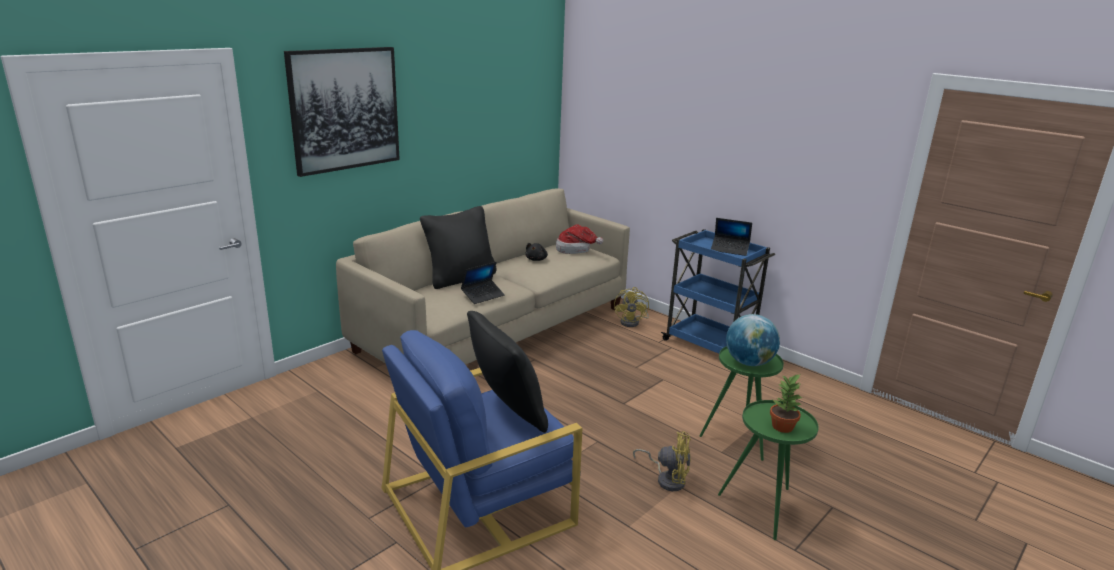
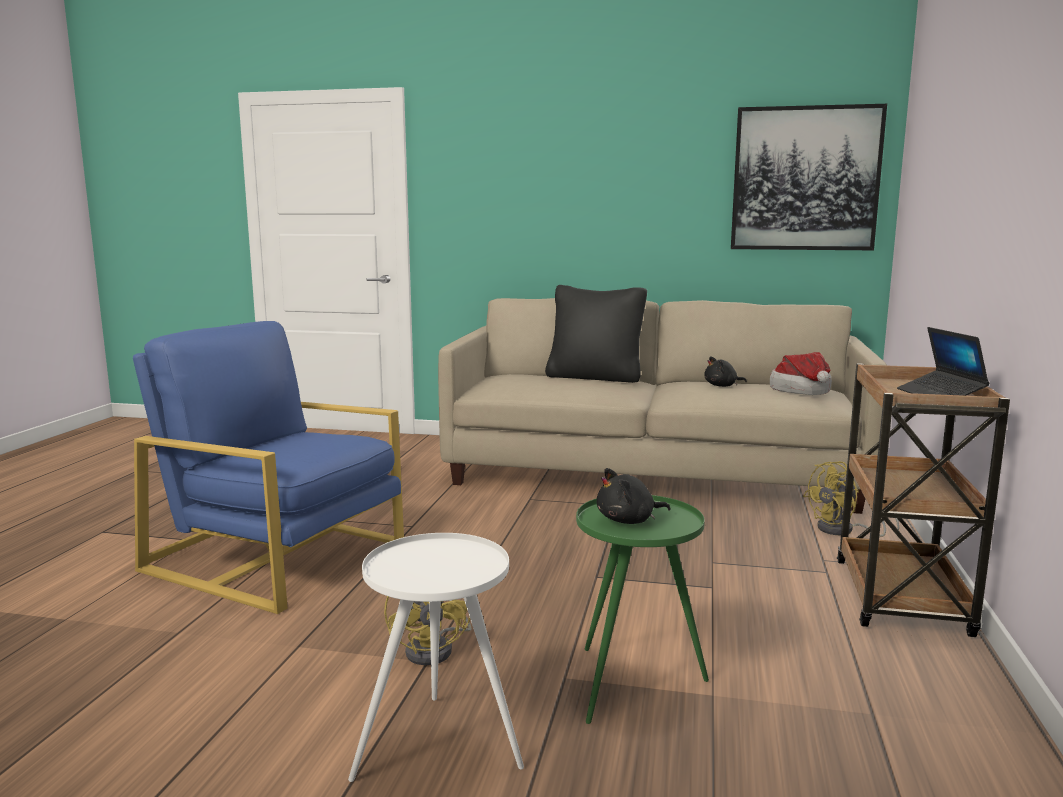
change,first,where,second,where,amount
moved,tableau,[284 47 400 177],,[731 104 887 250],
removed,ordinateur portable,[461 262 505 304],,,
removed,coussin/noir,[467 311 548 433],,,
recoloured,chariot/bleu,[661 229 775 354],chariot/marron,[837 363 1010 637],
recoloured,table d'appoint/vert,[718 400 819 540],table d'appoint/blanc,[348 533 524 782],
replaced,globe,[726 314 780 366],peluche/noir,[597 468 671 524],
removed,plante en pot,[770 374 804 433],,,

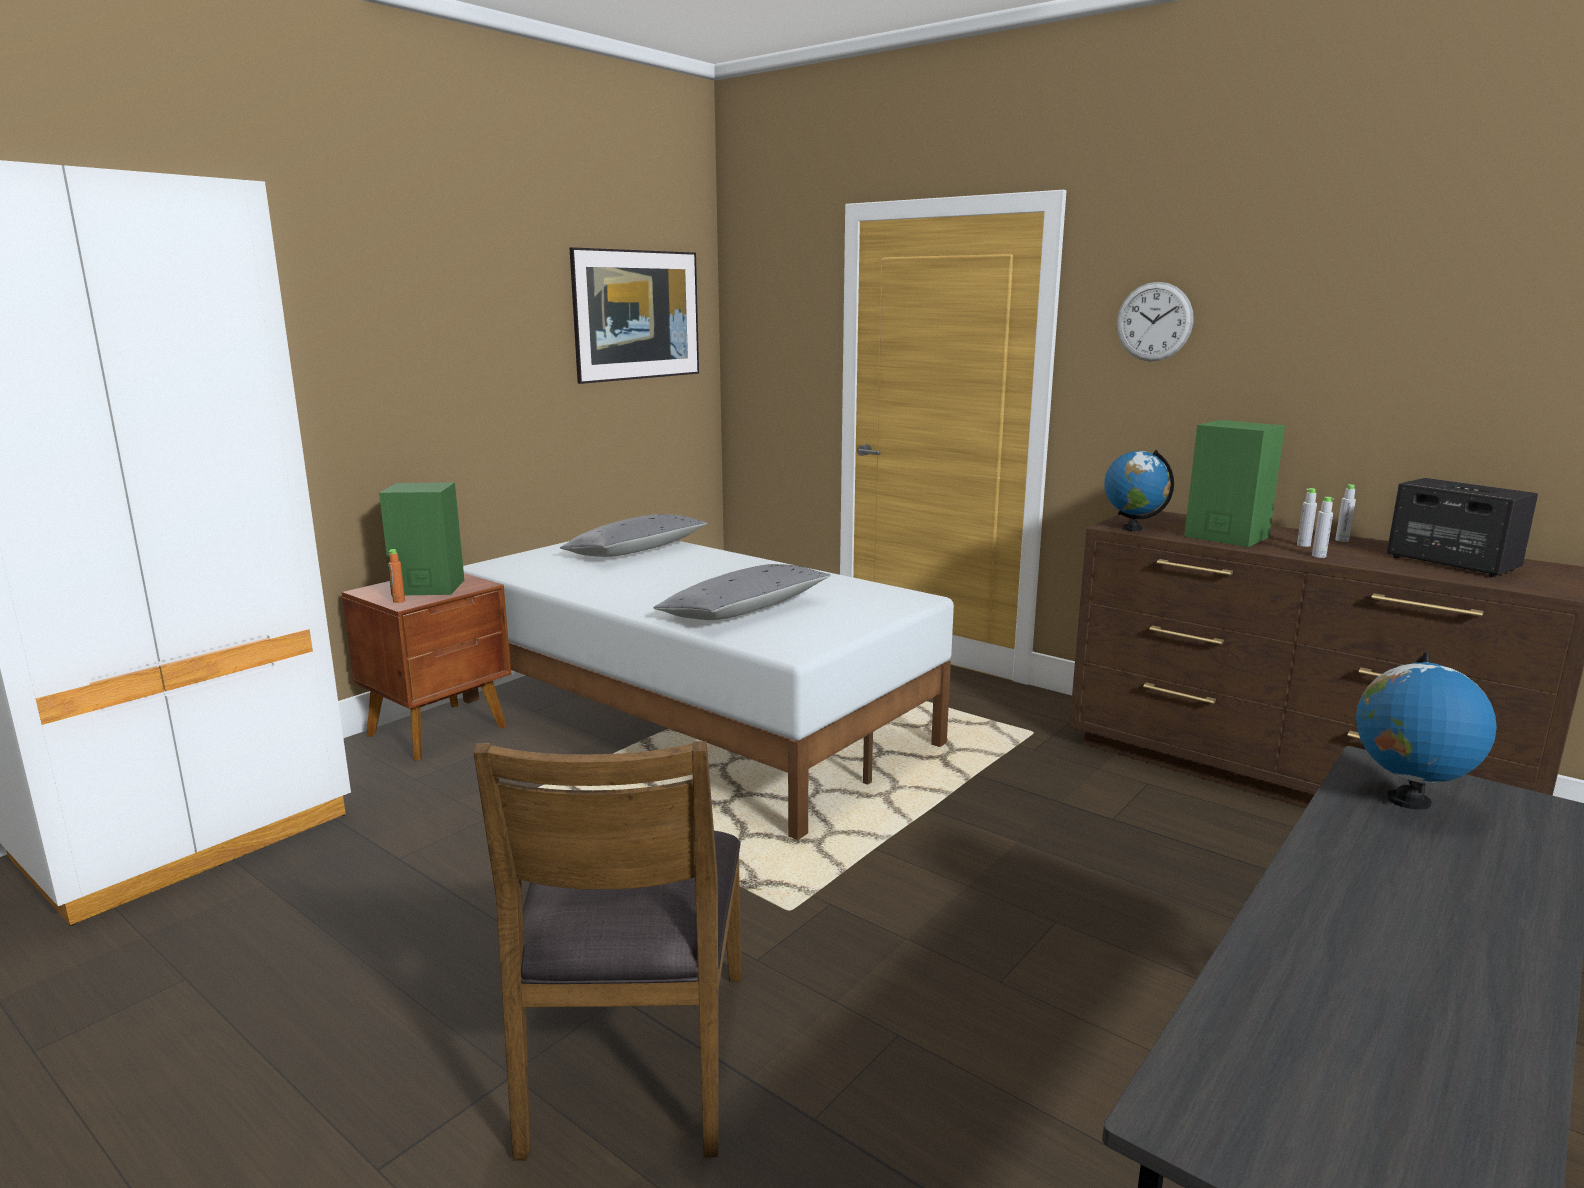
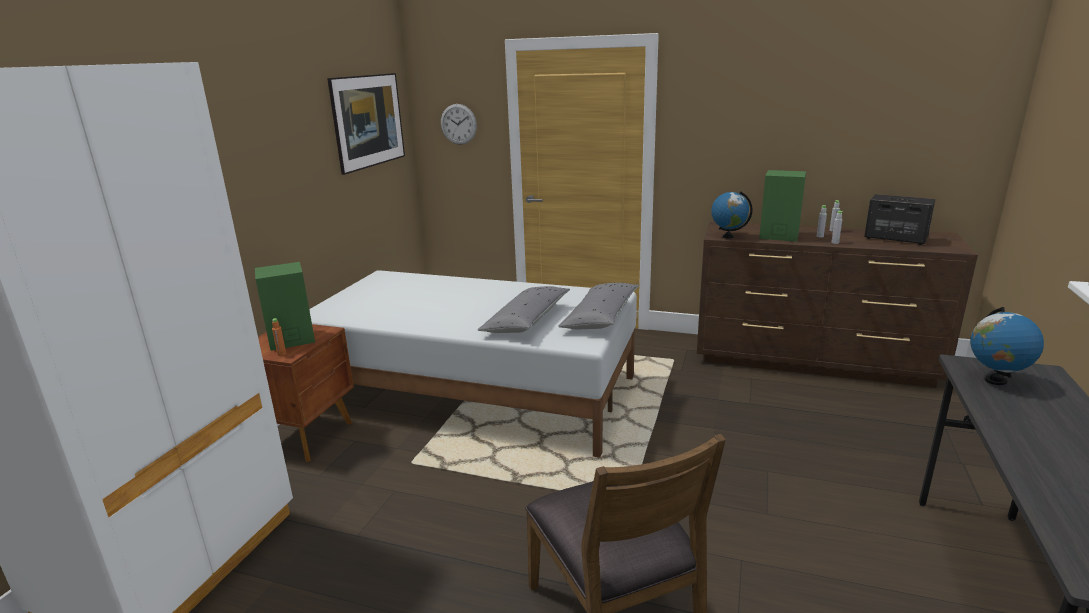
change,first,where,second,where,amount
moved,coussin/gris,[560 514 708 557],,[558 283 639 329],
moved,horloge murale,[1117 282 1194 361],,[441 104 477 145],

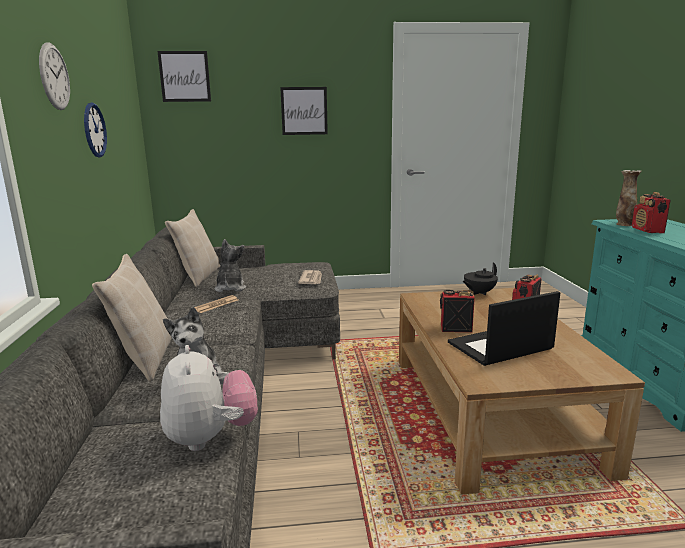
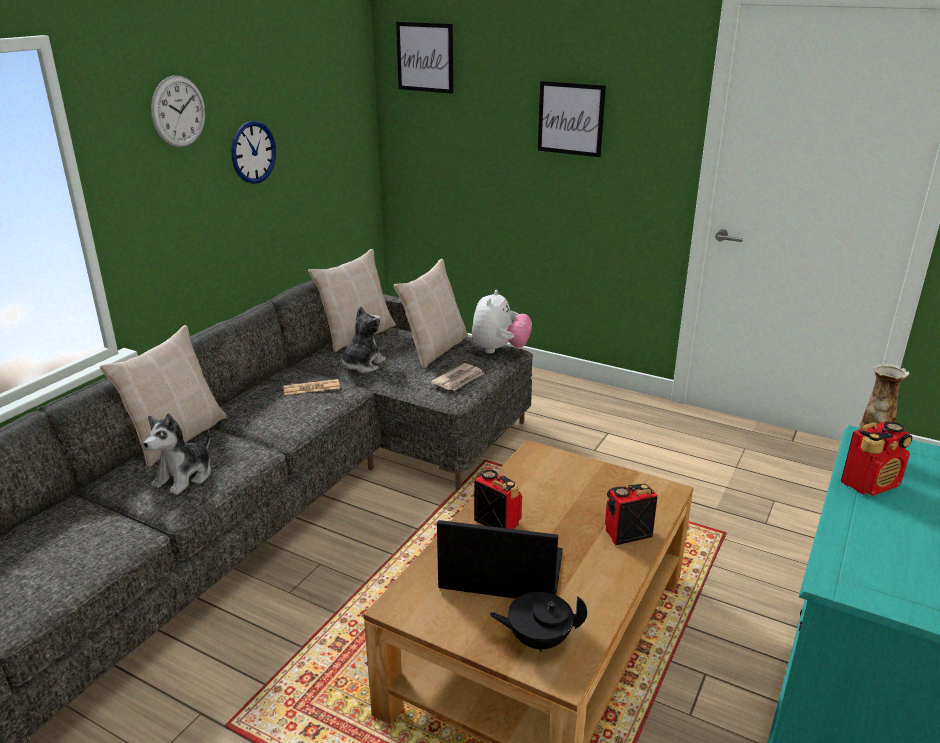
change,first,where,second,where,amount
moved,peluche,[160 345 258 451],,[472 290 532 354],
moved,théière/noir,[463 263 498 295],,[489 592 587 652],
turned,radio,[632 192 671 233],,[841 421 912 496],150 degrees counterclockwise
added,,,coussin/beige,[394 259 468 368],

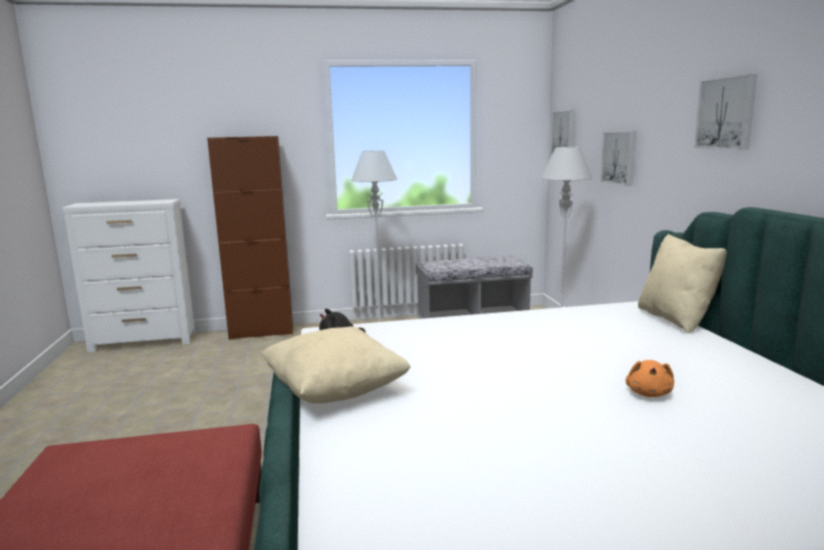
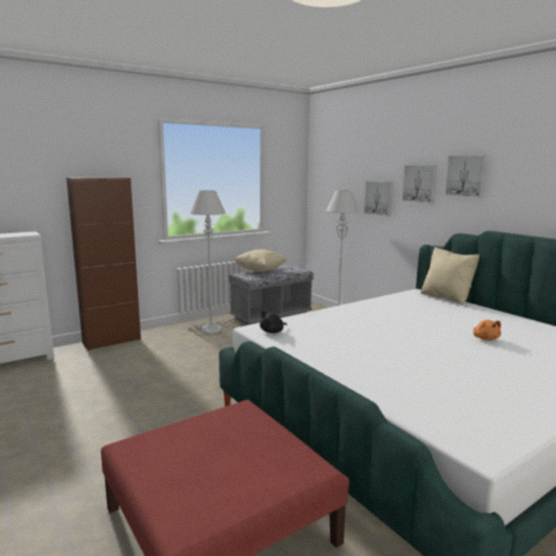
change,first,where,second,where,amount
moved,coussin/beige,[261 326 411 403],,[233 249 287 272],
moved,tableau,[550 110 575 154],,[402 165 437 204],

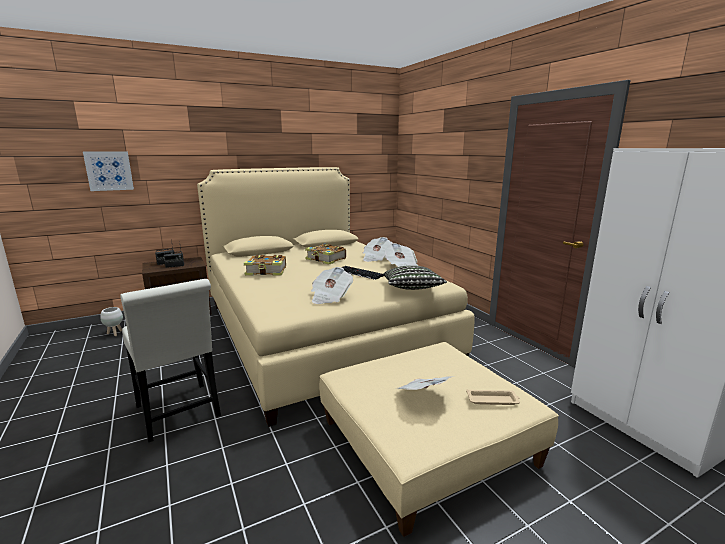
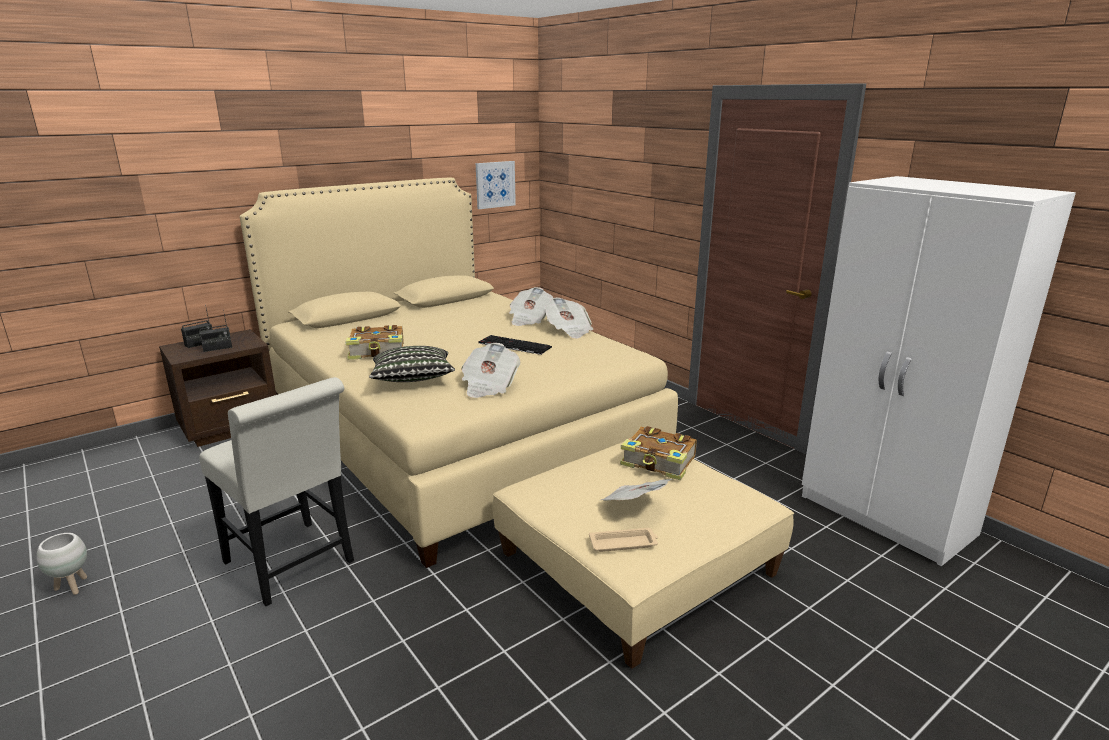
change,first,where,second,where,amount
moved,tableau,[83 151 134 191],,[476 161 516 209],
moved,cache-pot/blanc,[100 307 123 336],,[37 533 87 595],
moved,livre,[305 244 346 264],,[620 426 697 480],
moved,coussin,[384 266 447 290],,[369 346 455 382],
moved,plateau/beige,[466 389 520 405],,[589 528 658 552],

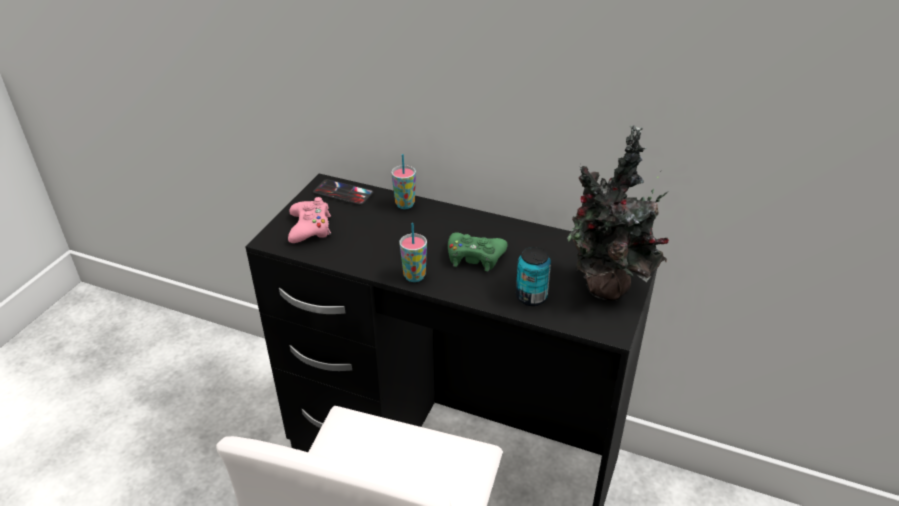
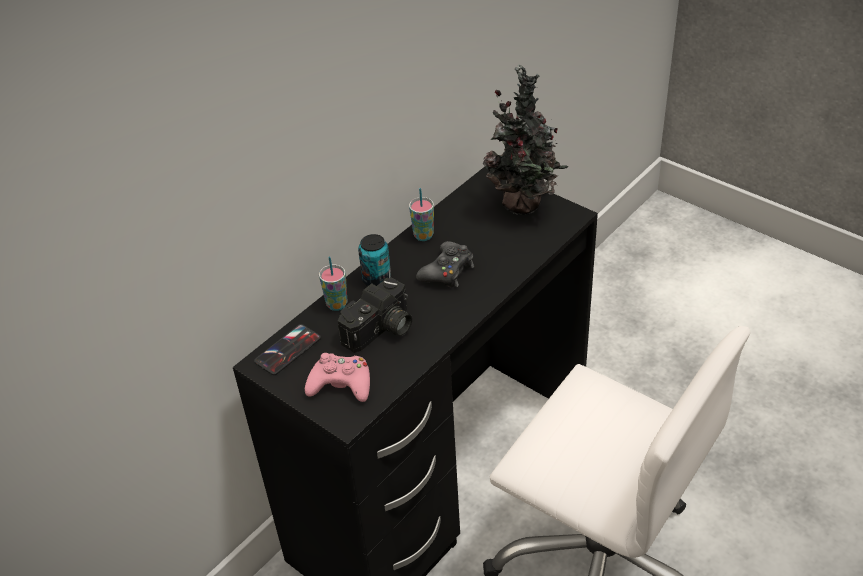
change,first,where,second,where,amount
moved,tasse,[399 223 427 282],,[409 188 434 241],
recoloured,manette/vert,[448 233 508 271],manette/noir,[416 241 474 287],
moved,boîte métallique,[516 247 551 306],,[358 234 391 286],
added,,,appareil photo,[338 277 412 353],

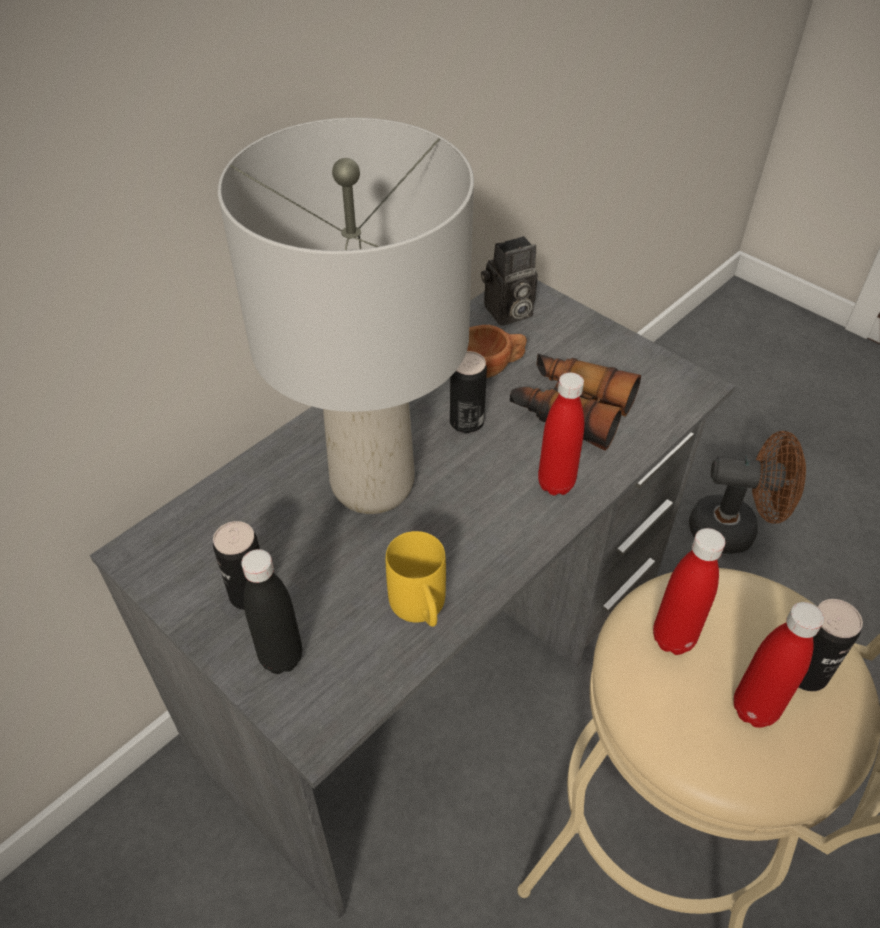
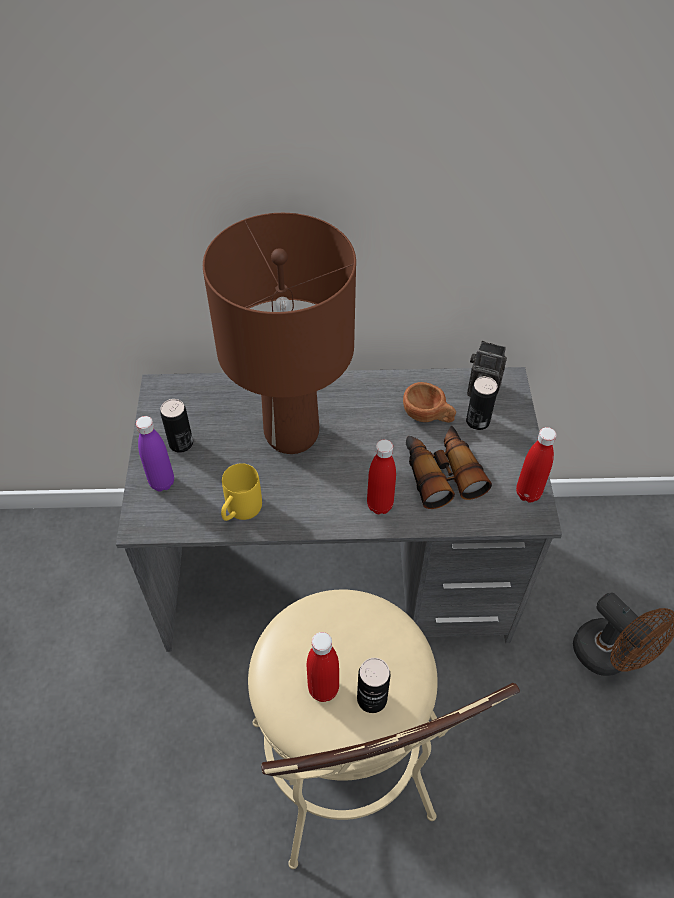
change,first,where,second,where,amount
recoloured,lampe de table/gris,[218 118 474 514],lampe de table/marron,[203 213 356 454],
recoloured,bouteille/noir,[241 549 302 674],bouteille/violet,[136 416 174 491],
moved,boîte métallique,[450 351 487 433],,[466 377 498 430],
moved,bouteille/rouge,[653 528 725 655],,[516 427 557 503],

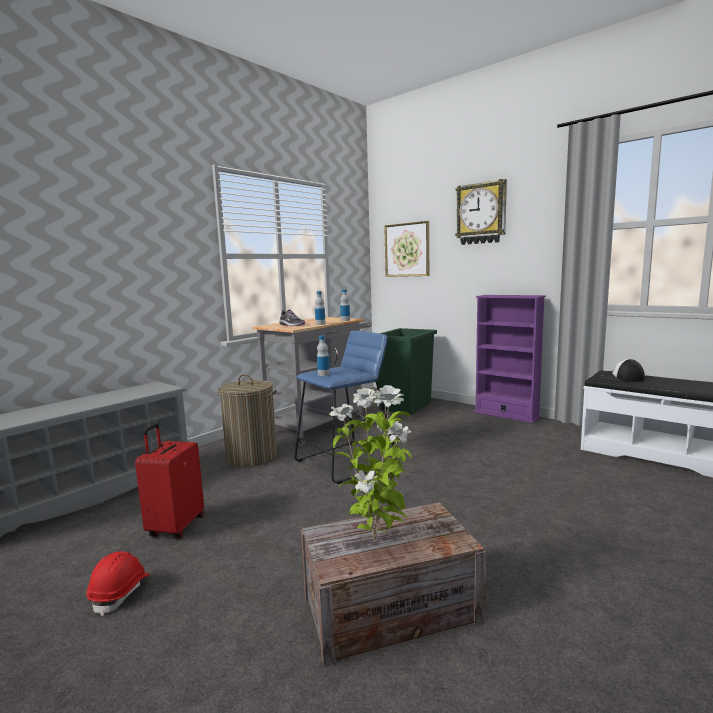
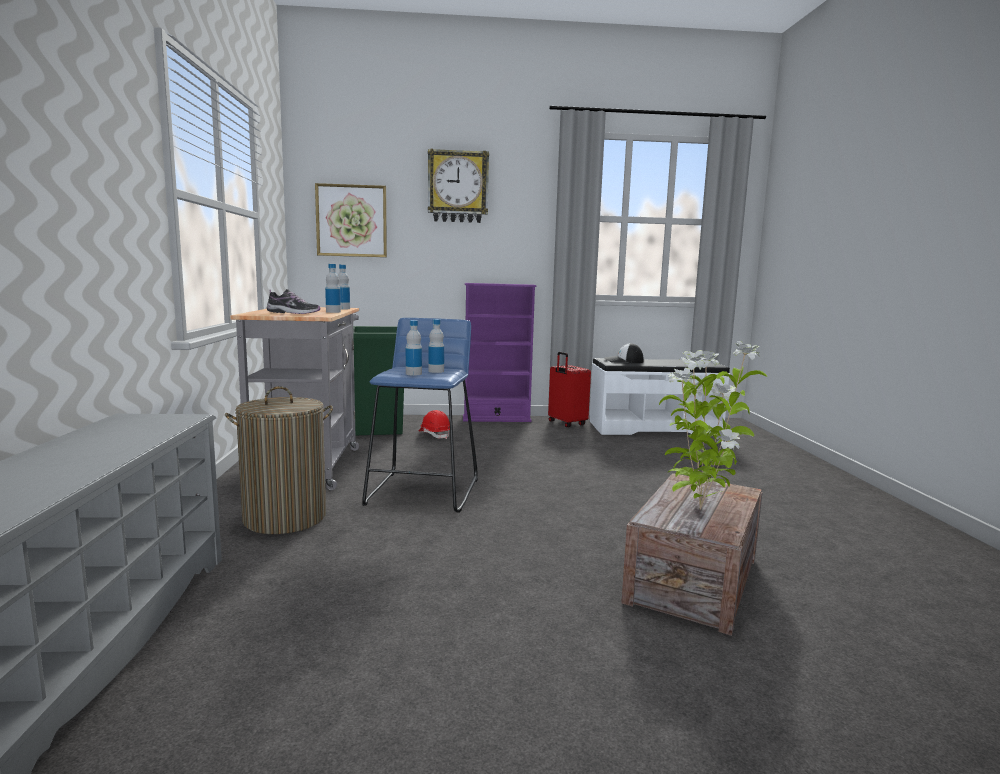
change,first,where,second,where,amount
moved,casque de chantier/rouge,[87 551 150 616],,[419 410 450 439],
moved,valise/rouge,[135 423 204 539],,[548 352 591 427],
added,,,bouteille,[428 319 444 373],

